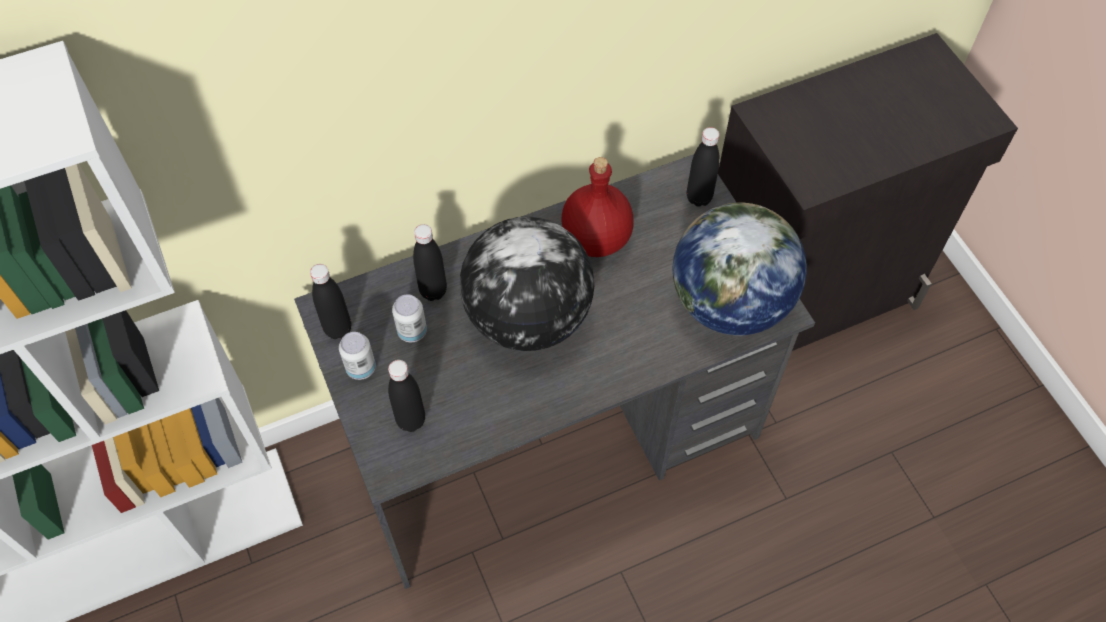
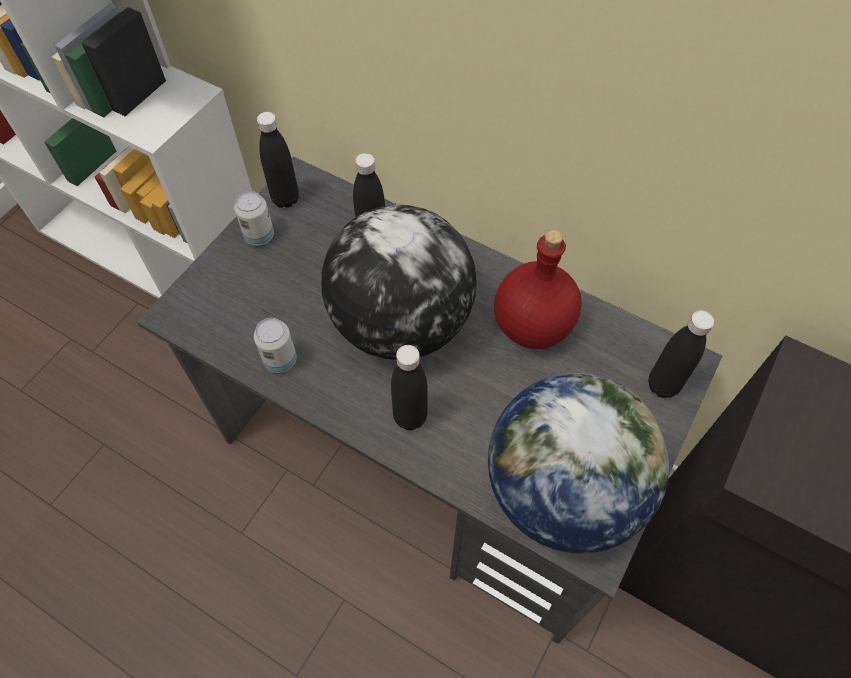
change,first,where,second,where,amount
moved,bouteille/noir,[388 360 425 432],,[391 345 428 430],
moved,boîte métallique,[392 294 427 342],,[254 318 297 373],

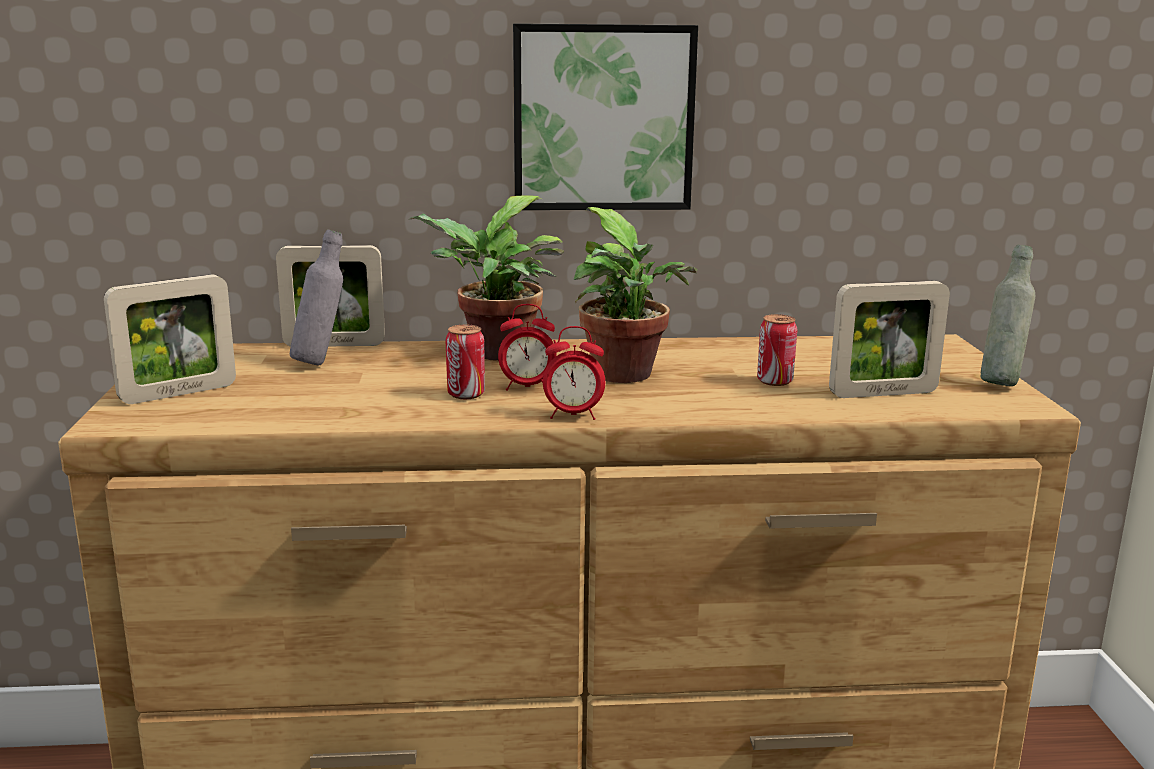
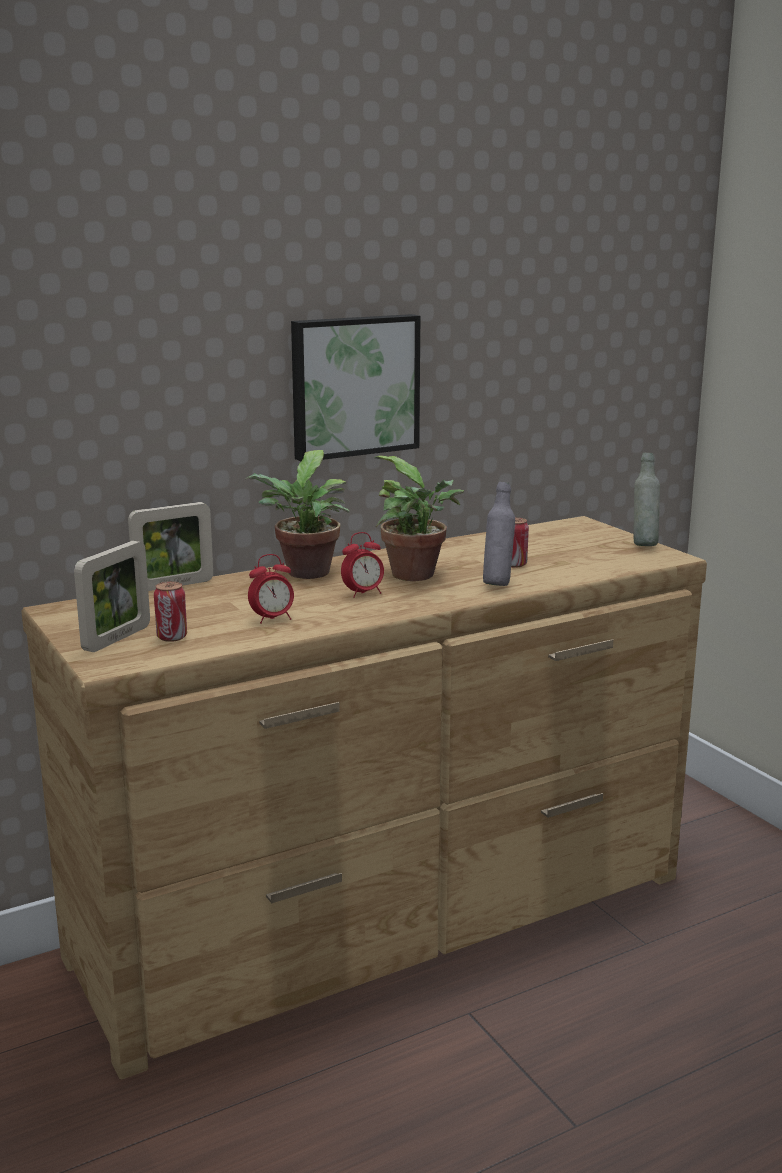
change,first,where,second,where,amount
moved,bouteille/gris,[290 229 343 366],,[483 482 515 586],
moved,boîte métallique,[445 325 485 399],,[154 581 187 642],
moved,réveil,[543 326 605 420],,[248 554 294 624],
removed,cadre photo,[829 281 950 398],,,

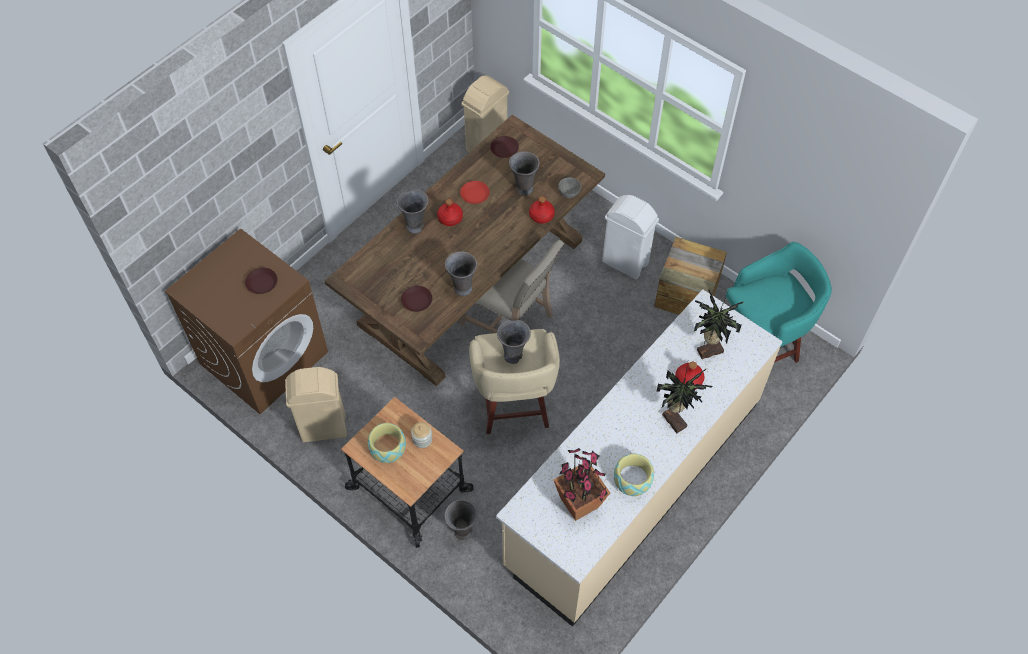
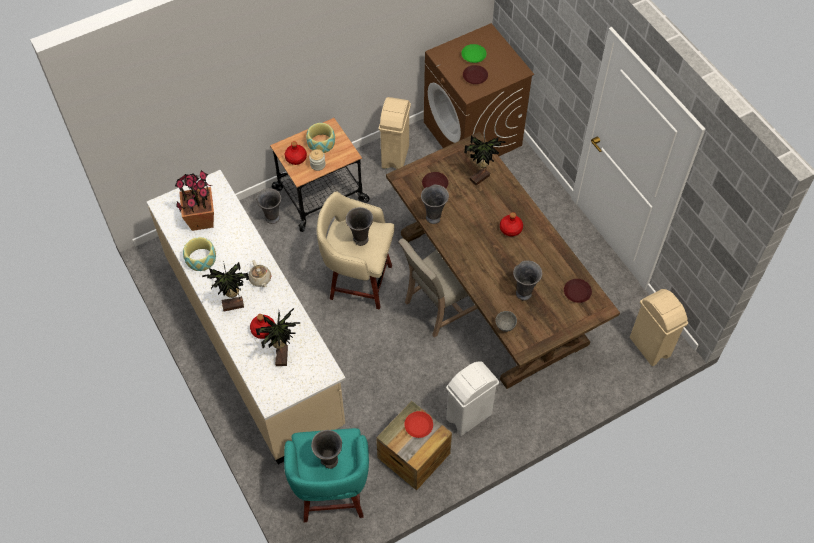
change,first,where,second,where,amount
moved,vase/gris,[397 189 429 234],,[311 430 342 469],
moved,assiette/rouge,[460 181 490 204],,[404 411 433 438],
moved,bouteille/rouge,[529 196 555 224],,[285 141 307 165],
added,,,théière/beige,[248 260 271 287],
added,,,assiette/vert,[461 44 486 63],
added,,,plante en pot,[464 135 506 185],

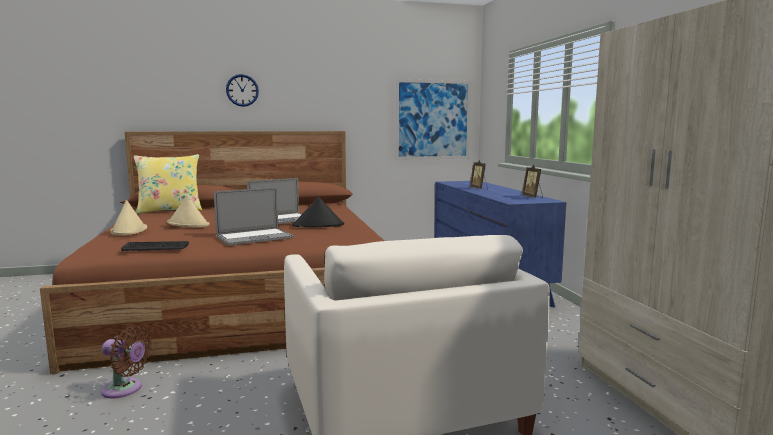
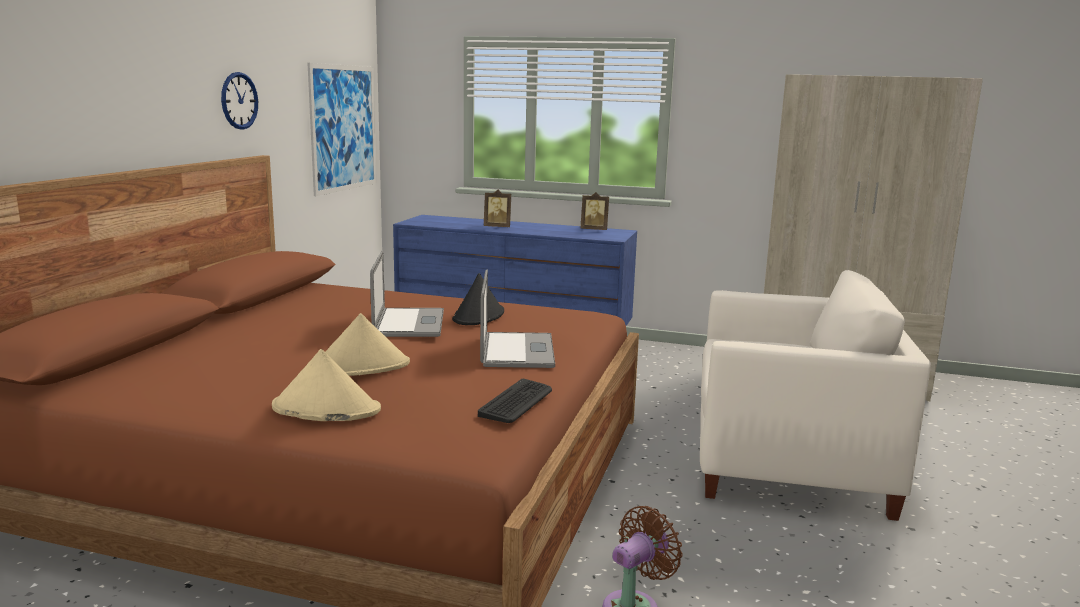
change,first,where,second,where,amount
removed,coussin/jaune,[134 154 202 214],,,
moved,horloge murale,[226 74 259 107],,[221 72 258 130],

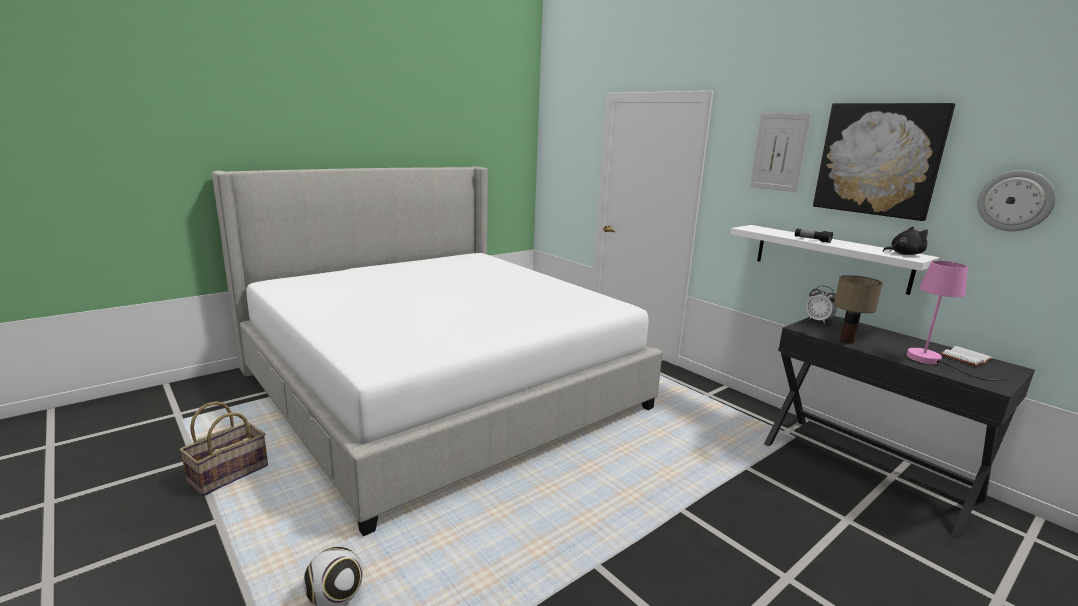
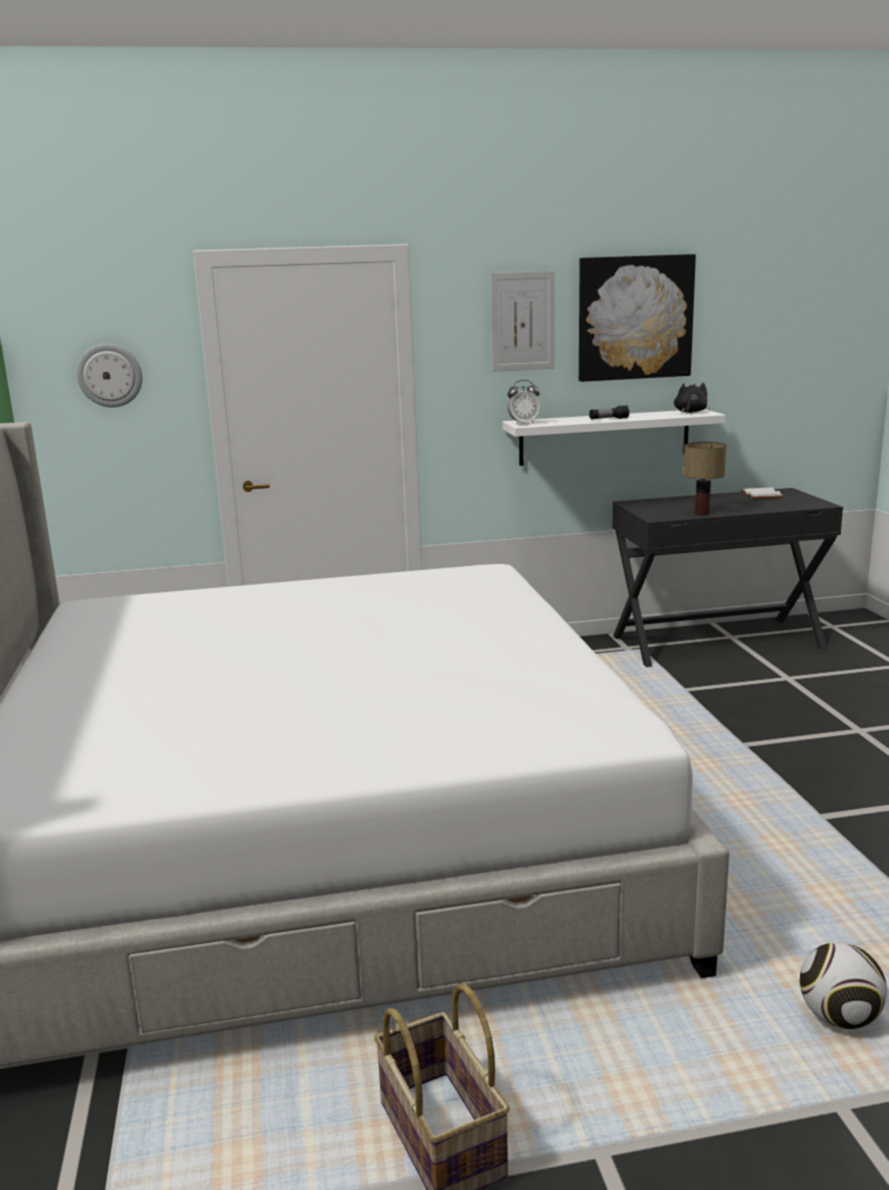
change,first,where,second,where,amount
moved,réveil,[806 286 837 324],,[507 380 540 425],
removed,lampe de table/rose,[907 261 1010 381],,,
moved,horloge murale,[977 170 1056 231],,[77 344 143 407],

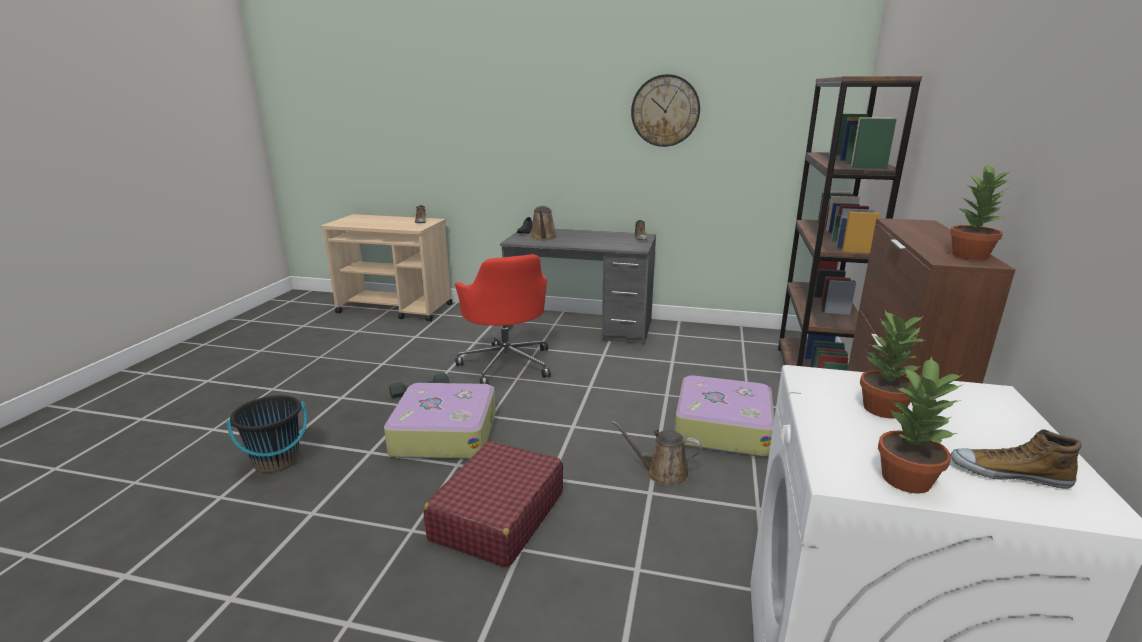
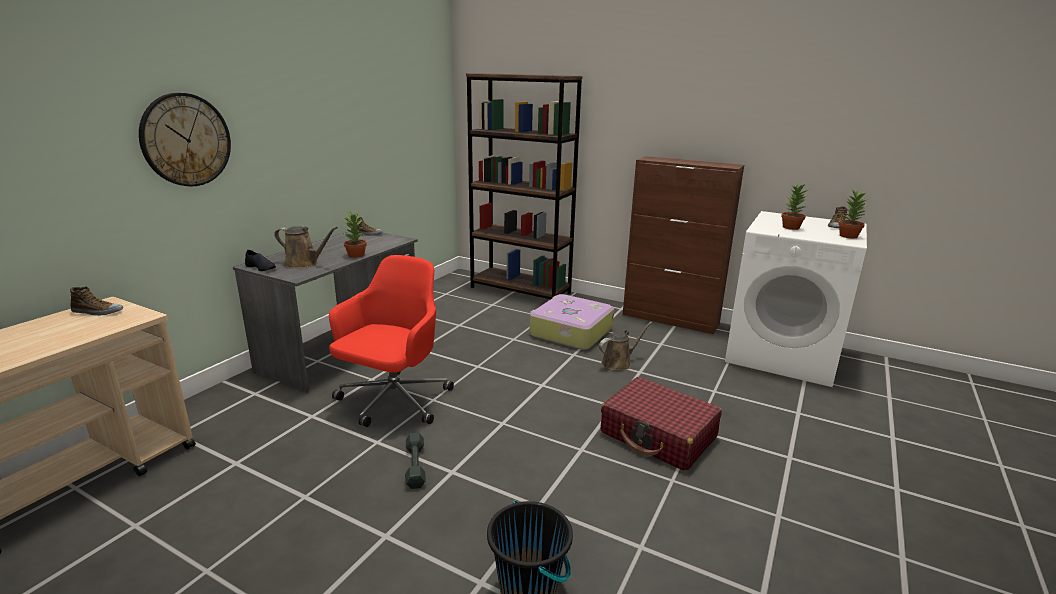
change,first,where,second,where,amount
removed,valise,[384 383 496 459],,,
turned,chaise de bureau/rouge,[455 254 551 385],,[329 255 454 427],60 degrees counterclockwise
turned,arrosoir/marron,[611 420 702 486],,[599 322 652 371],150 degrees counterclockwise
moved,horloge murale,[631 74 700 147],,[139 93 231 186],
moved,plante en pot,[950 163 1012 260],,[343 210 367 258],

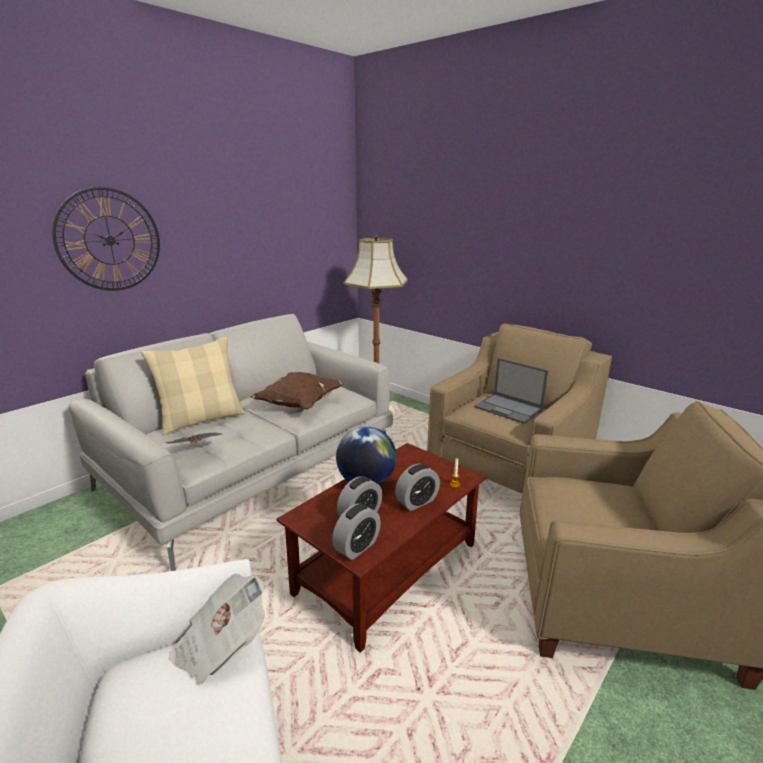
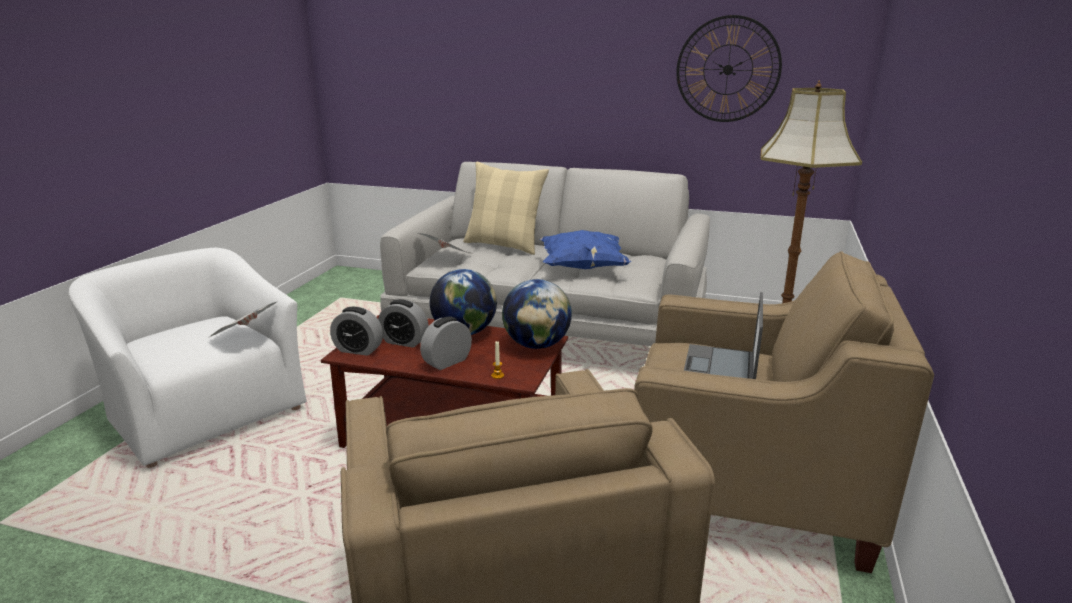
change,first,where,second,where,amount
moved,horloge murale,[52 187 160 291],,[676 15 782 122],
recoloured,coussin/marron,[250 372 344 410],coussin/bleu,[539 230 631 269],
turned,réveil,[395 464 440 511],,[420 317 472 370],105 degrees clockwise
added,,,globe,[502 279 572 349],

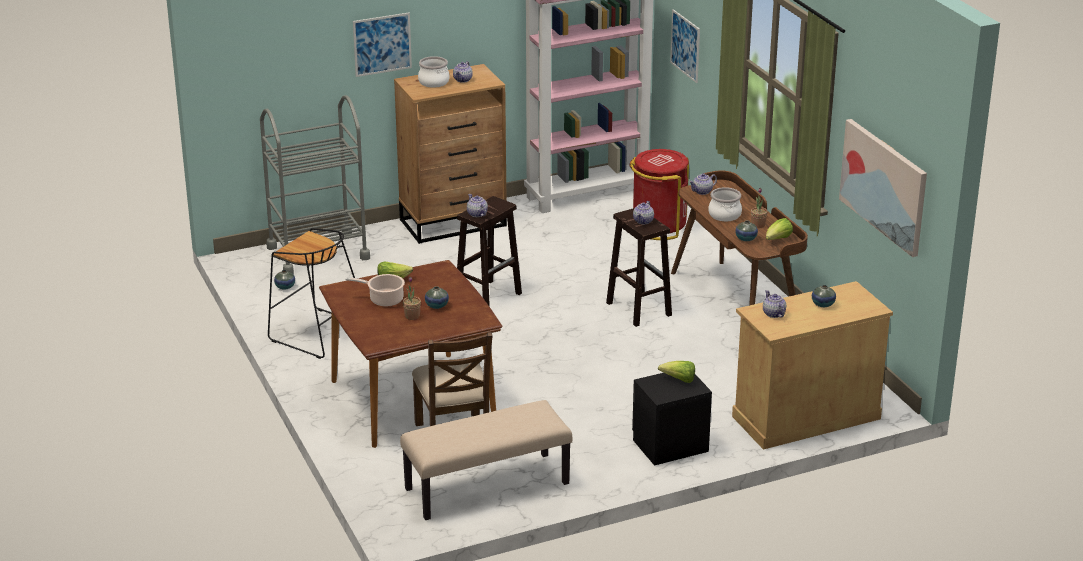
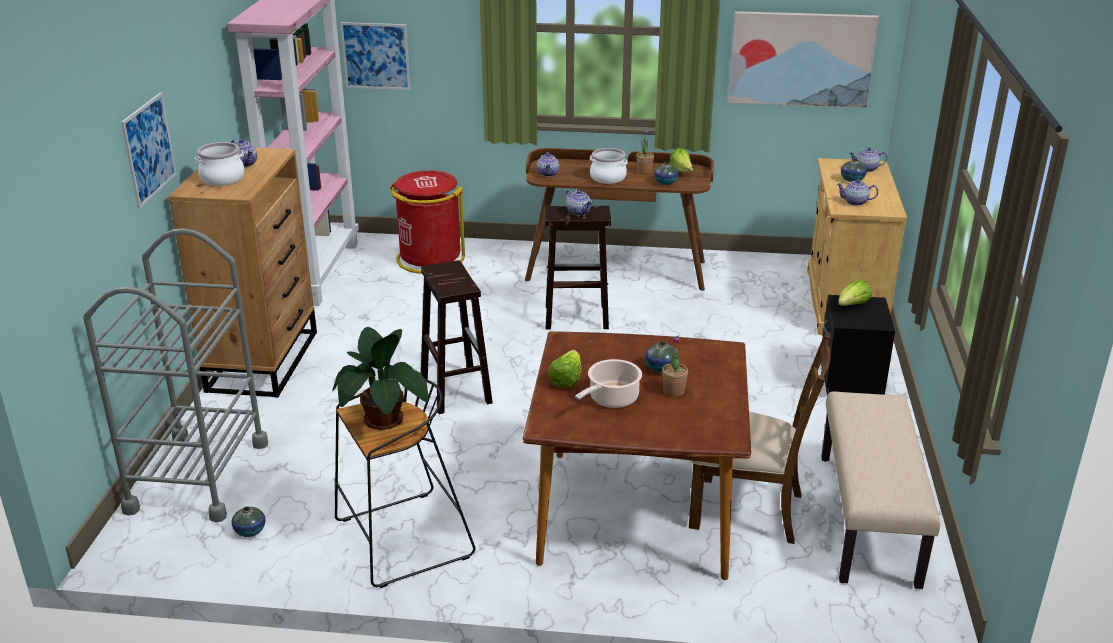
change,first,where,second,where,amount
moved,théière,[467 194 488 217],,[850 147 887 172],
added,,,plante en pot,[333 327 429 430],

